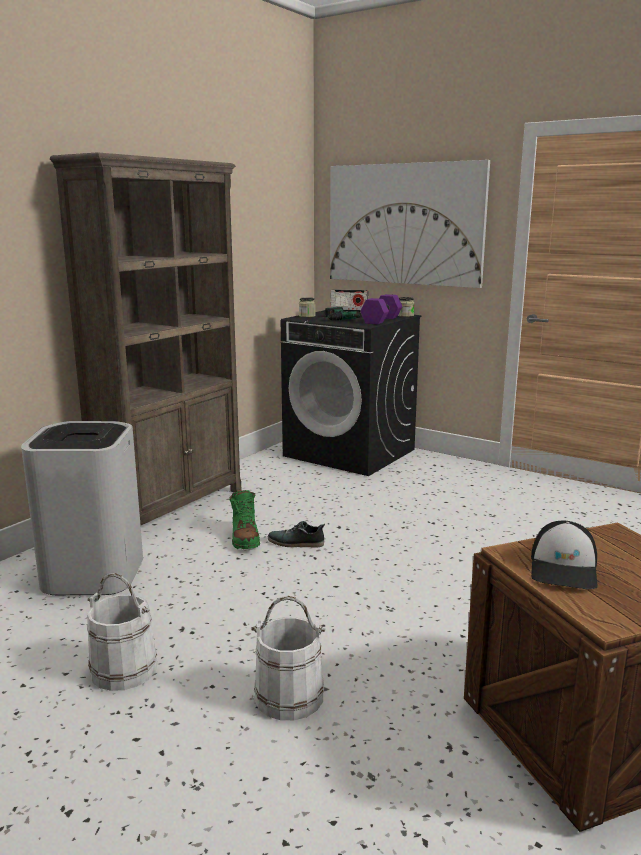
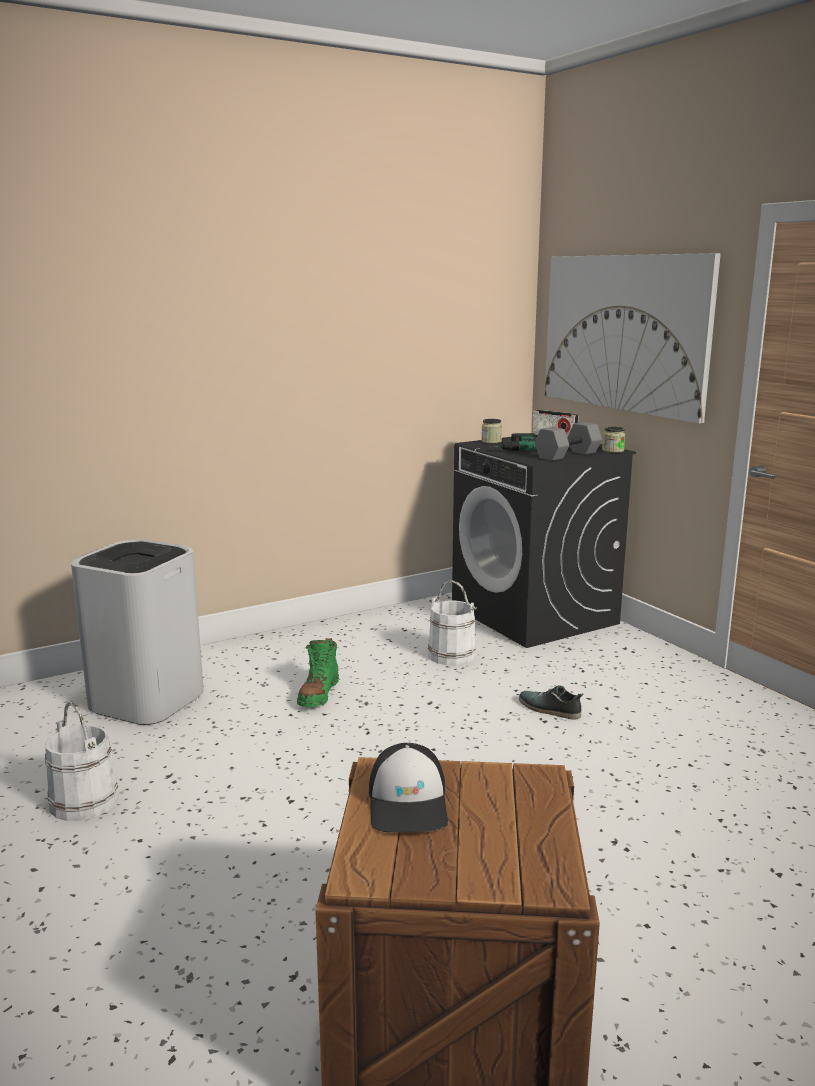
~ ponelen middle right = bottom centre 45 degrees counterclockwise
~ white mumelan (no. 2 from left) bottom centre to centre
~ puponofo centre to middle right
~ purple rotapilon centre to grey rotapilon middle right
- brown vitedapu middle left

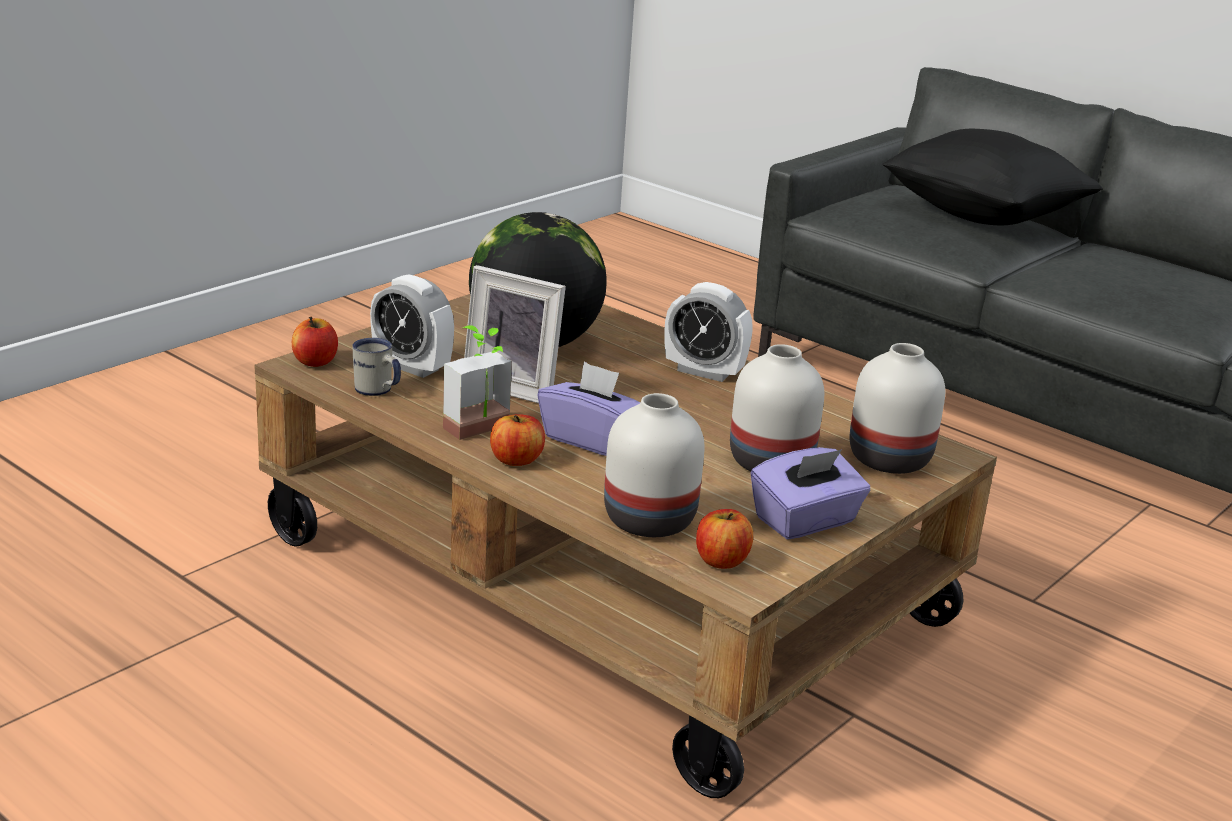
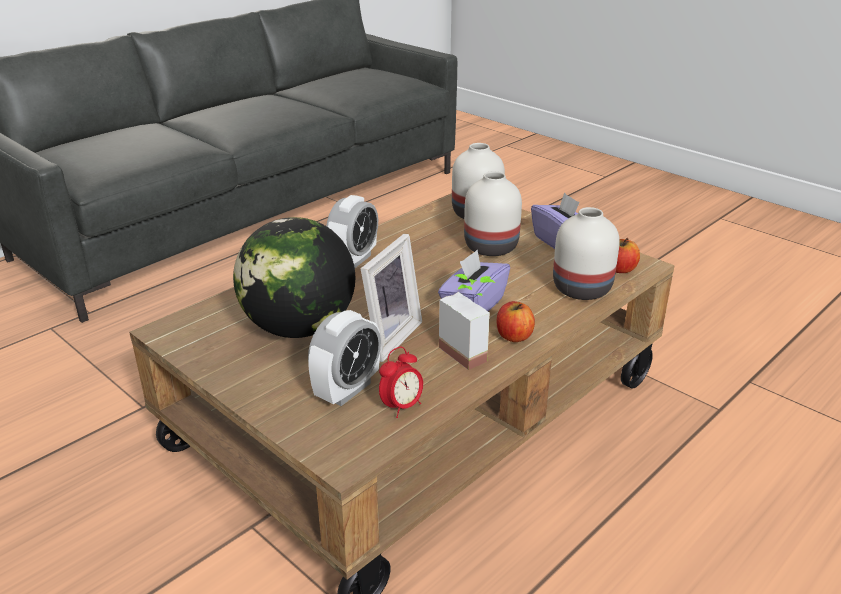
~ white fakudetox middle left to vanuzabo (no. 3 from left) centre
- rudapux (no. 1 from left) middle left
- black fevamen top right

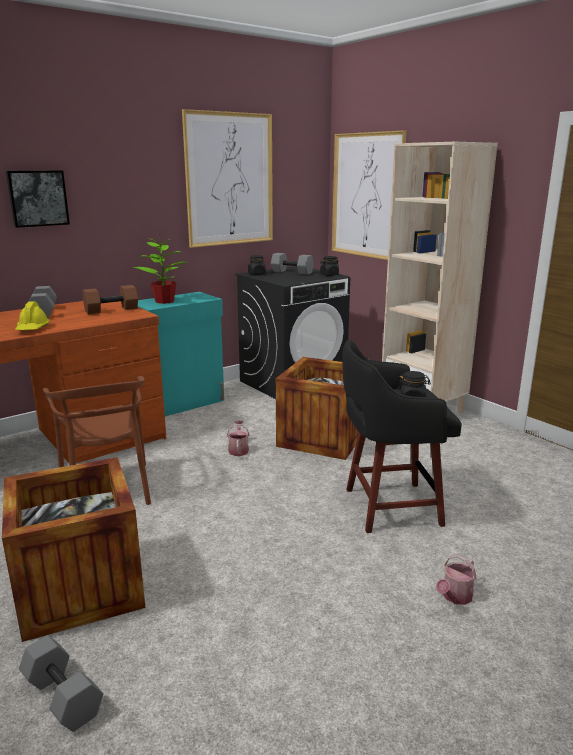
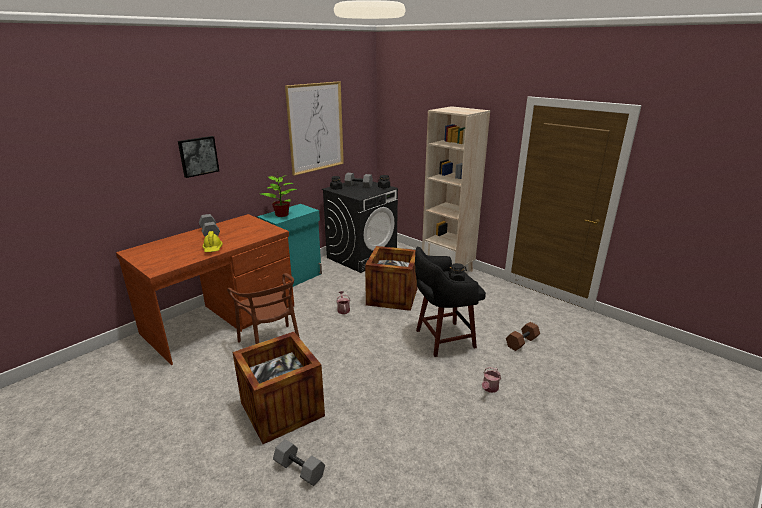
~ brown rotapilon middle left to middle right
- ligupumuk (no. 3 from left) top centre

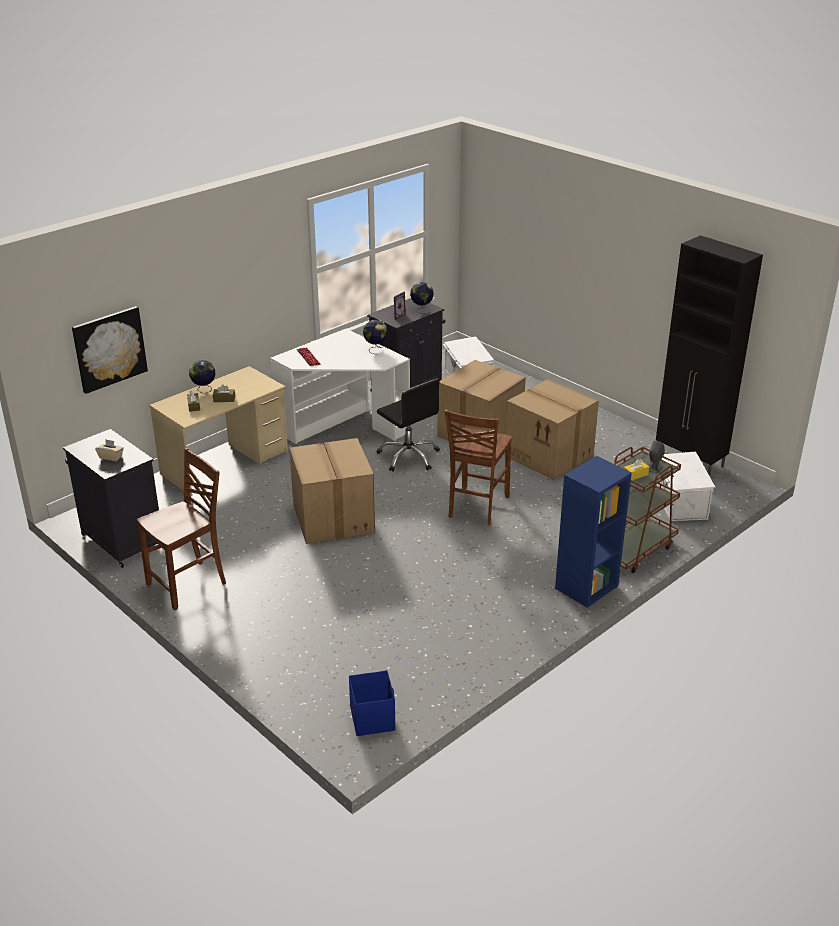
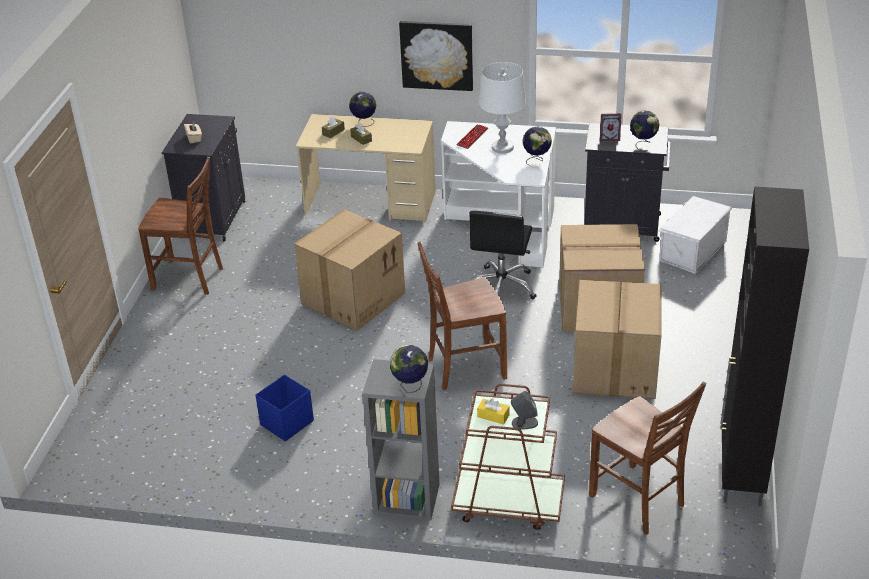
~ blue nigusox bottom centre to bottom left
~ blue vitedapu middle right to grey vitedapu bottom centre
+ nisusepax (no. 2 from left) centre
~ ligupumuk middle left to top centre
+ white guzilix top centre
~ white nigusox (no. 2 from left) middle right to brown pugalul (no. 3 from left) bottom right

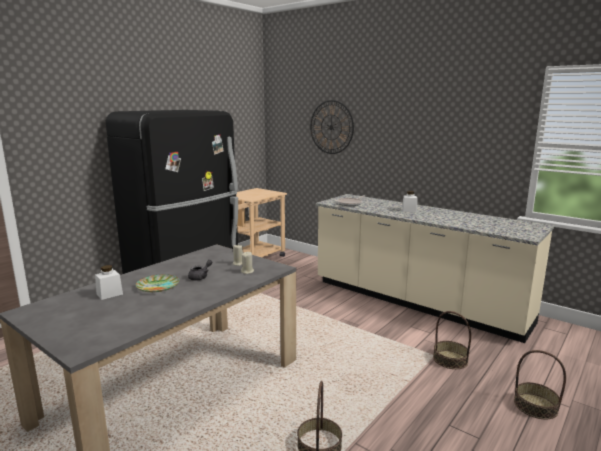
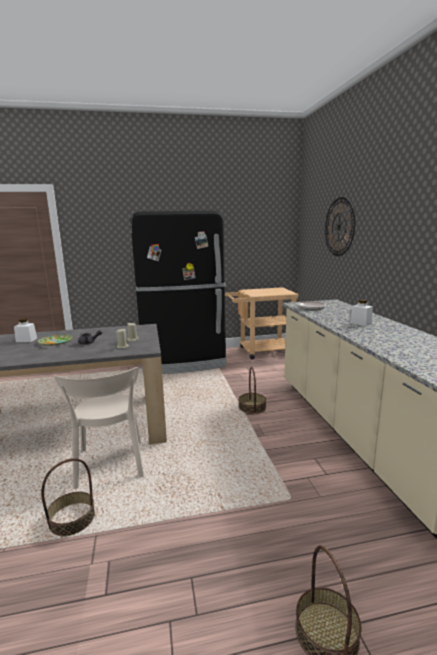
+ beige pugalul middle left
~ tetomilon (no. 2 from left) bottom right to centre

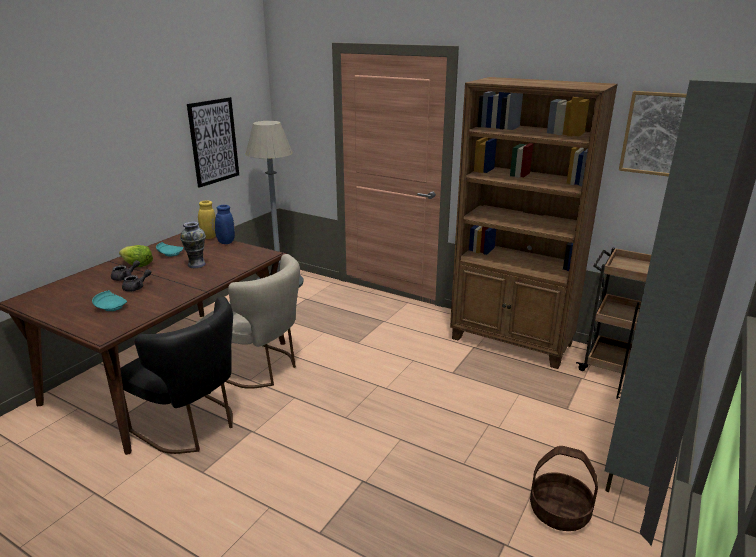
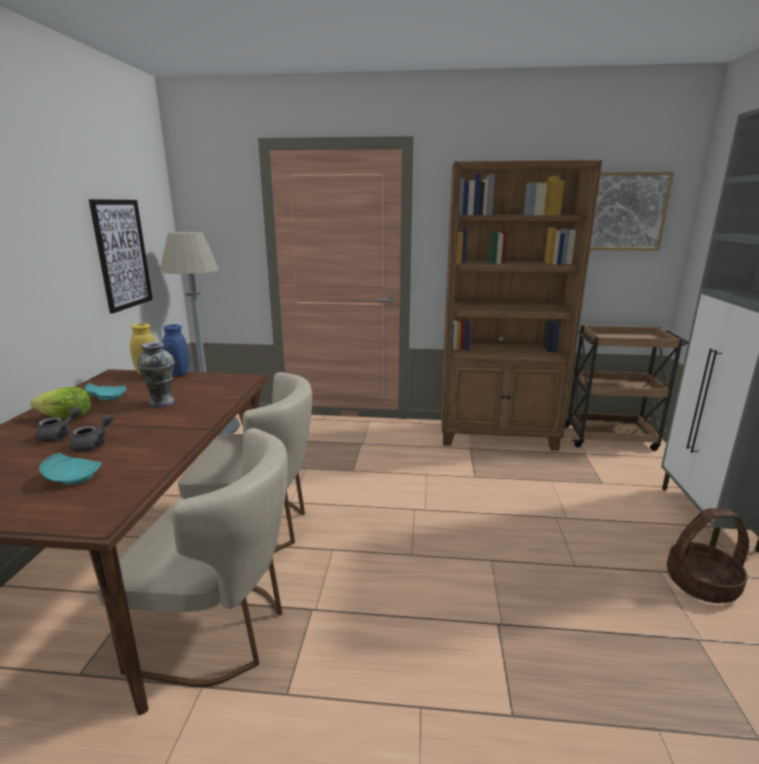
~ black pugalul bottom left to beige pugalul (no. 1 from left) bottom left

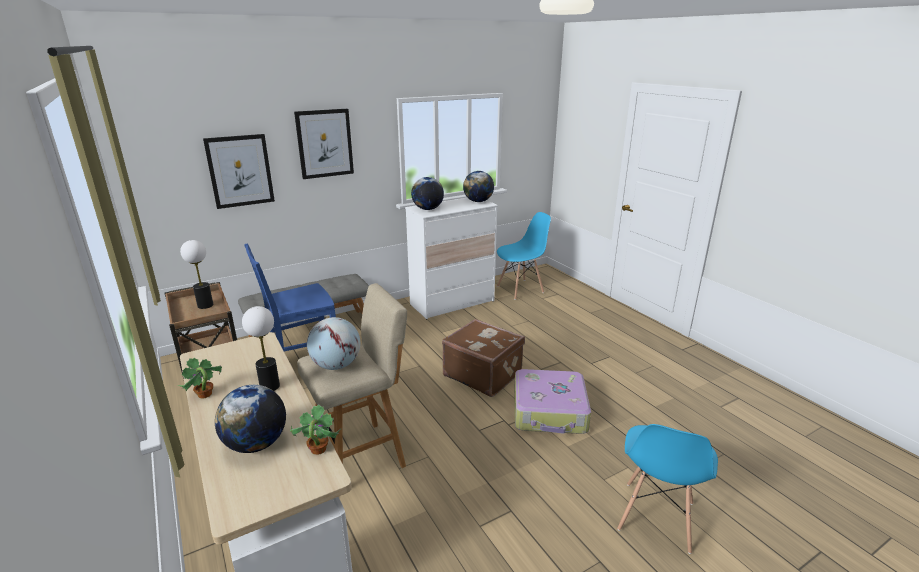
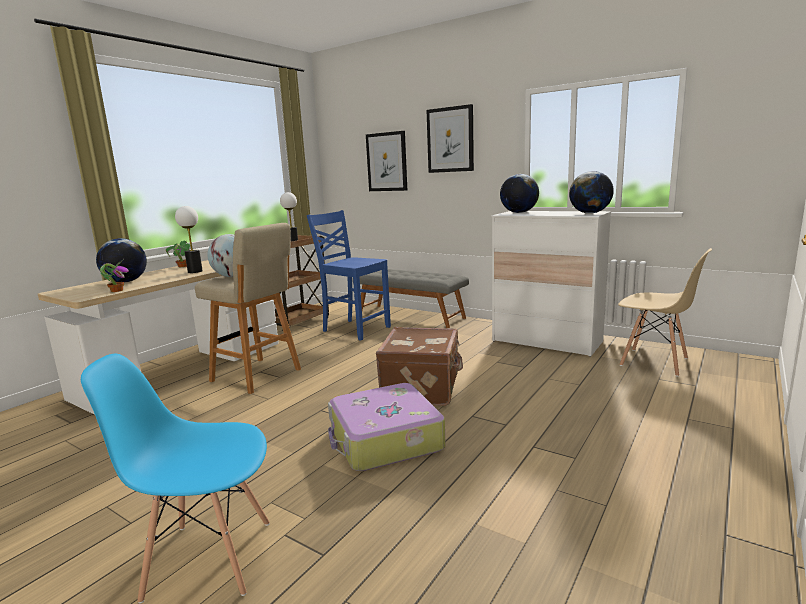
~ blue pugalul (no. 2 from left) centre to beige pugalul middle right

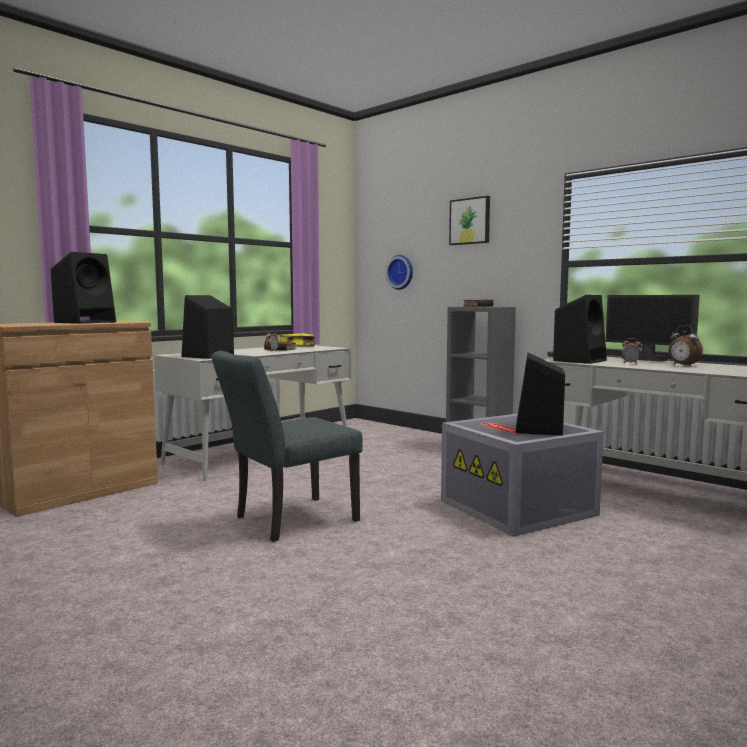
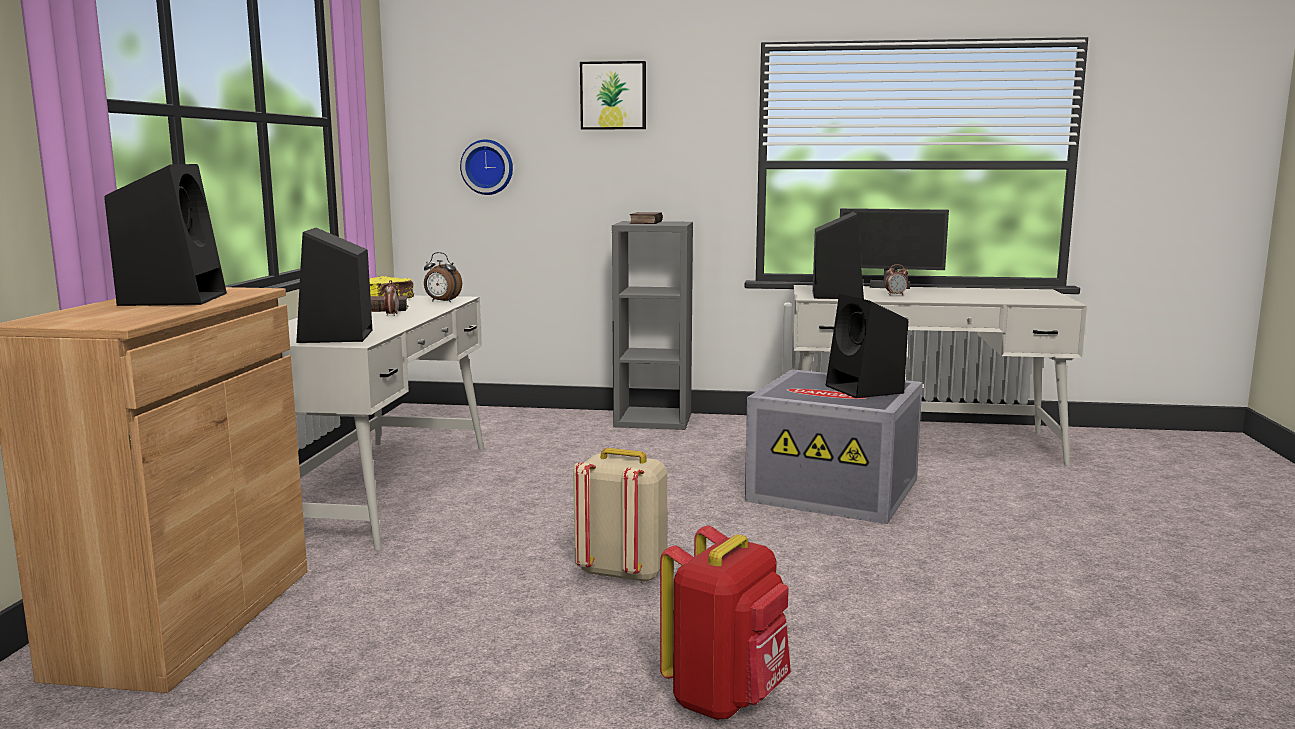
~ vanuzabo (no. 3 from left in the first image) middle right to vanuzabo (no. 2 from left) centre
~ grey pugalul centre to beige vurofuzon bottom centre
+ red vurofuzon bottom centre

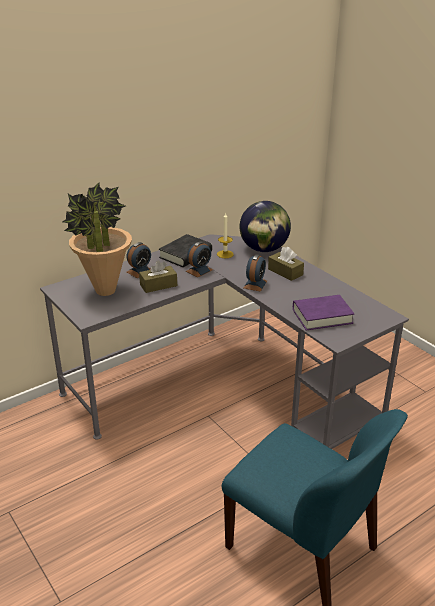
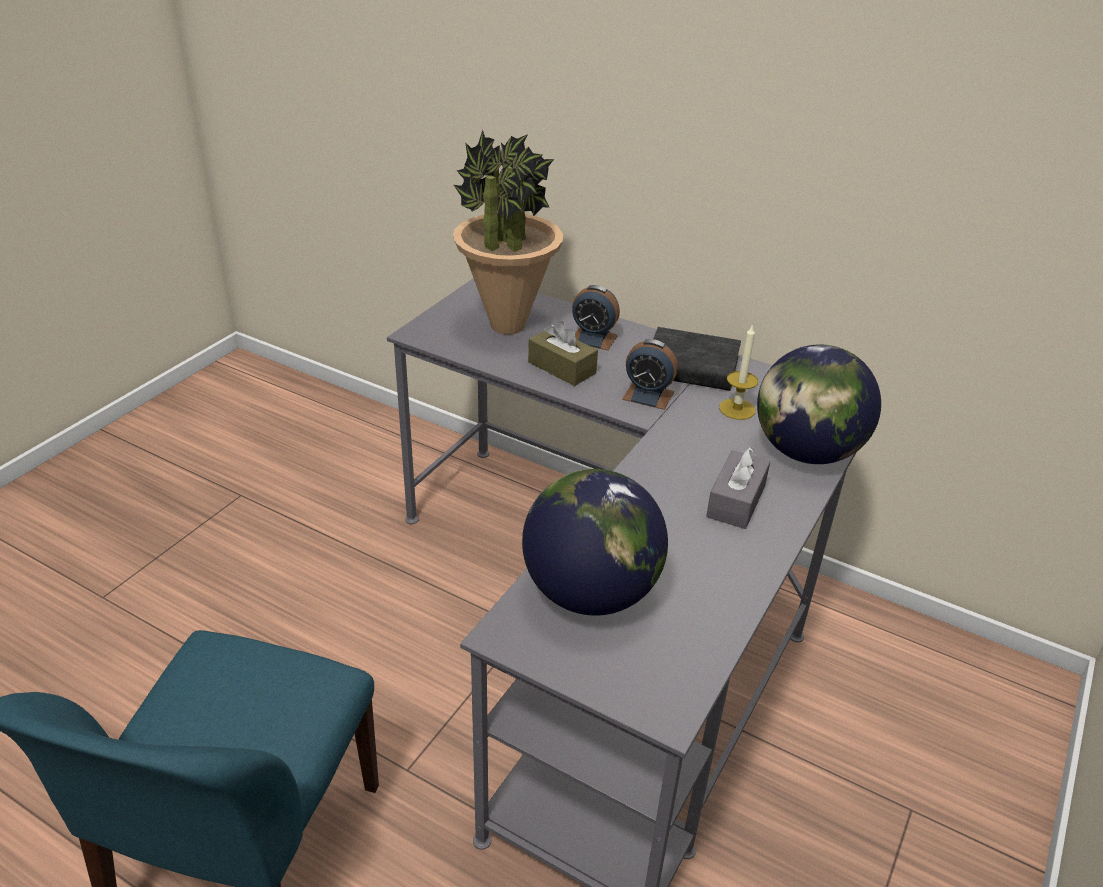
~ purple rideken middle right to nisusepax (no. 1 from left) centre
~ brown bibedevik (no. 2 from left) centre to grey bibedevik middle right
- vanuzabo (no. 3 from left) centre

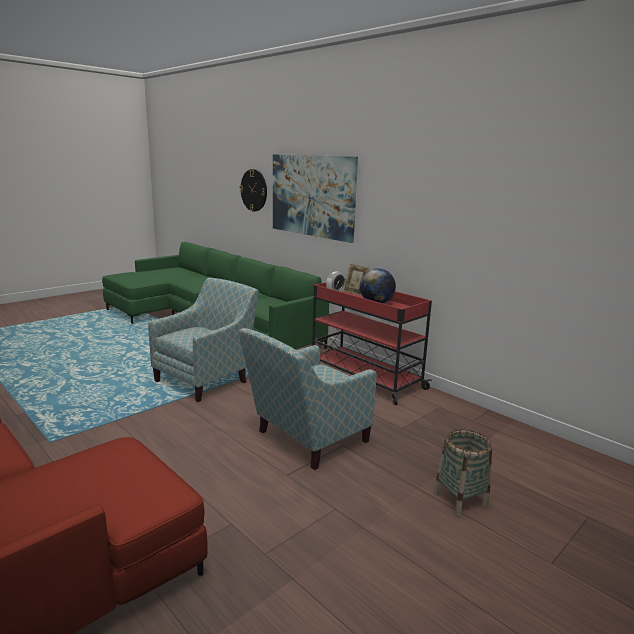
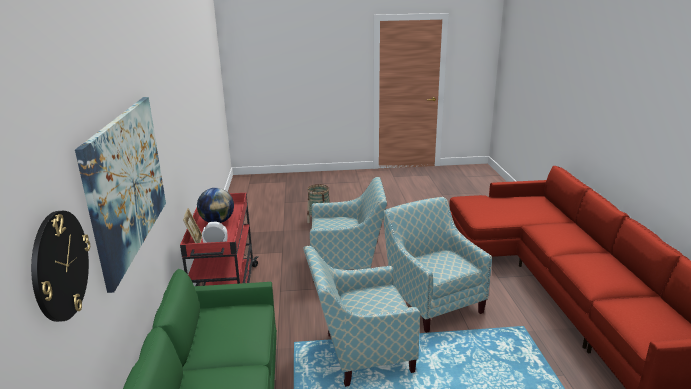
+ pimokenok (no. 3 from left) bottom centre

